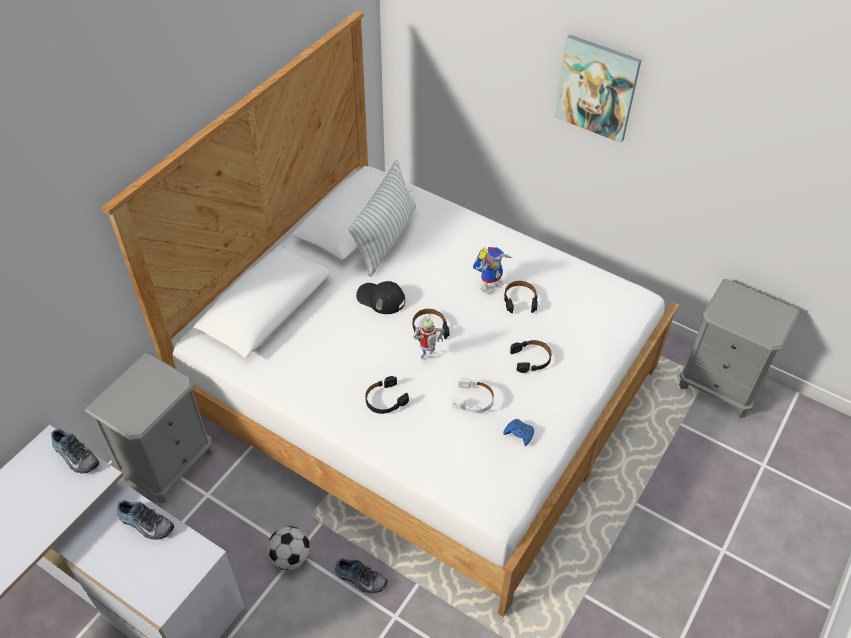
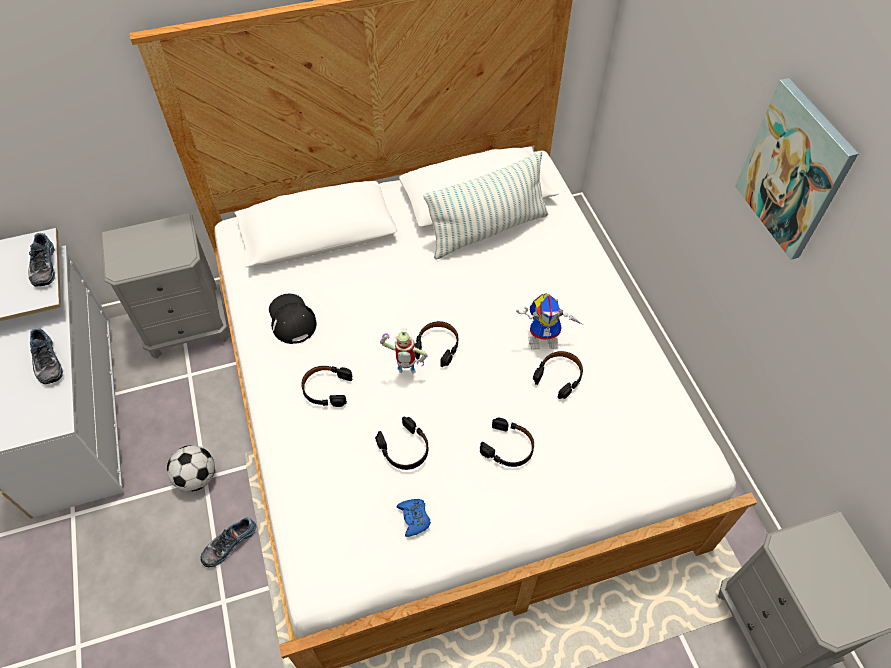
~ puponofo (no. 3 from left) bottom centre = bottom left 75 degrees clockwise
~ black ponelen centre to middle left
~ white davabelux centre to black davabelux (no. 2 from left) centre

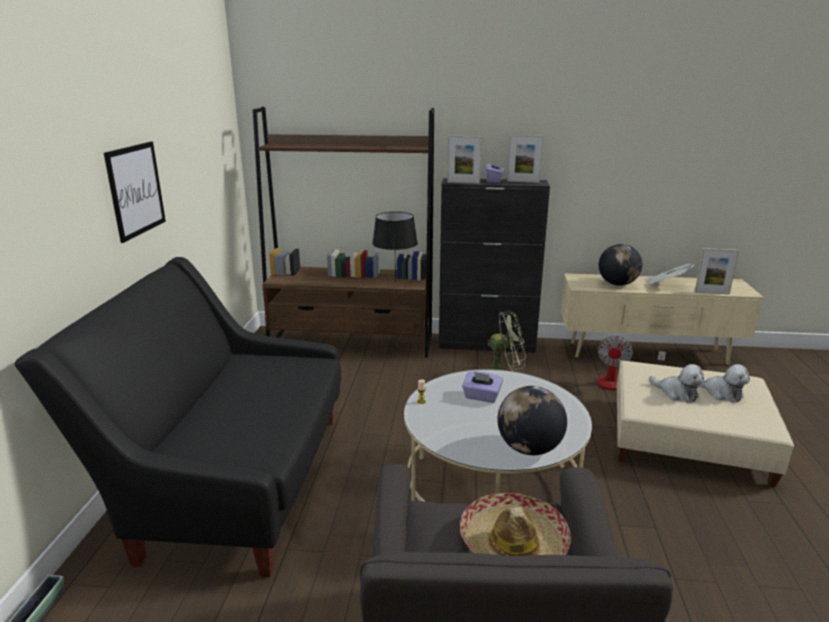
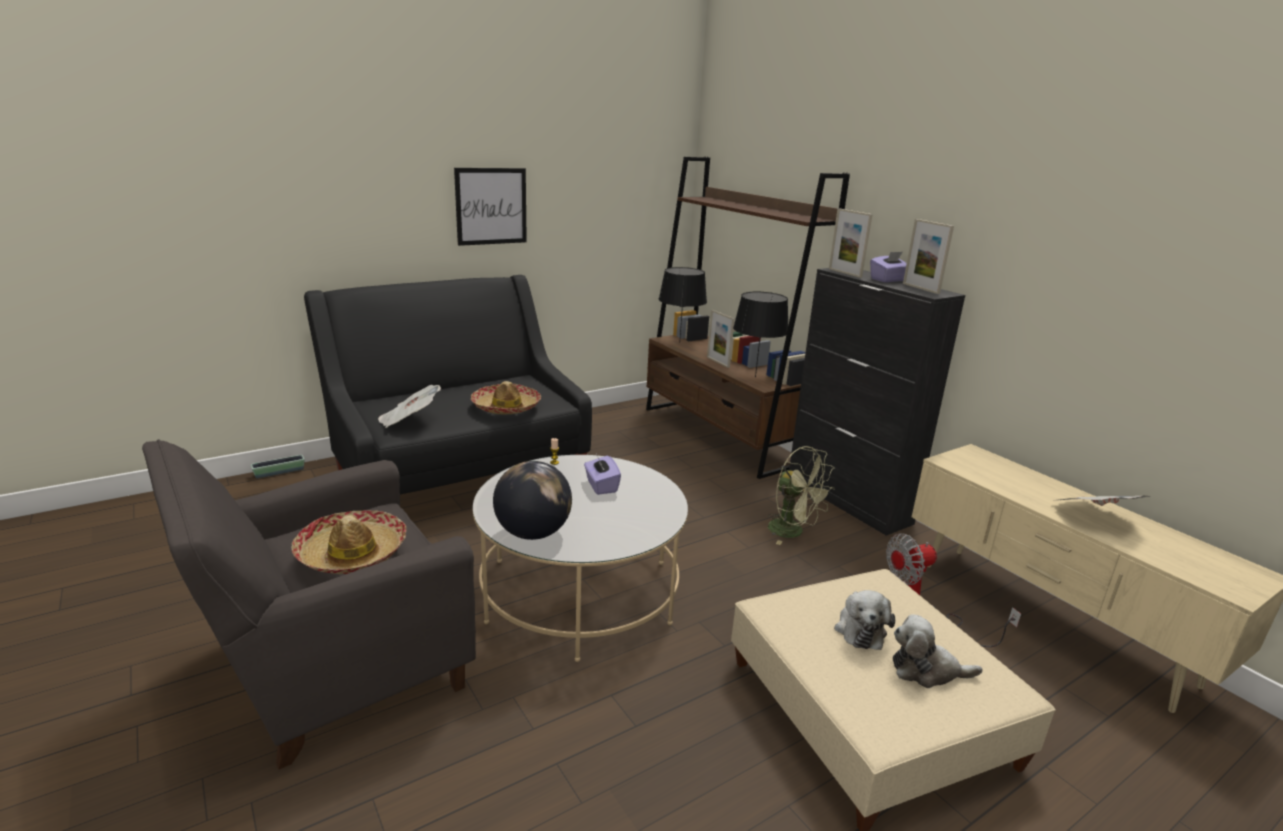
+ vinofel (no. 1 from left) middle left
+ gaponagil (no. 2 from left) centre
+ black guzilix (no. 1 from left) centre
~ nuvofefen (no. 3 from left in the first image) middle right to nuvofefen (no. 1 from left) centre
~ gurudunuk (no. 2 from left) middle right = bottom right 90 degrees clockwise
- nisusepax (no. 2 from left) middle right

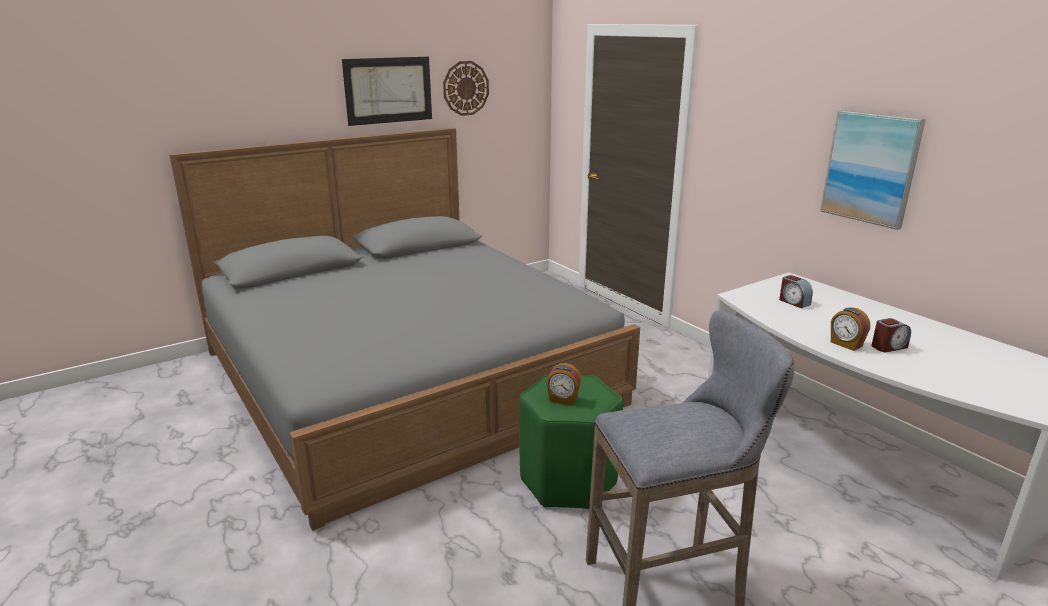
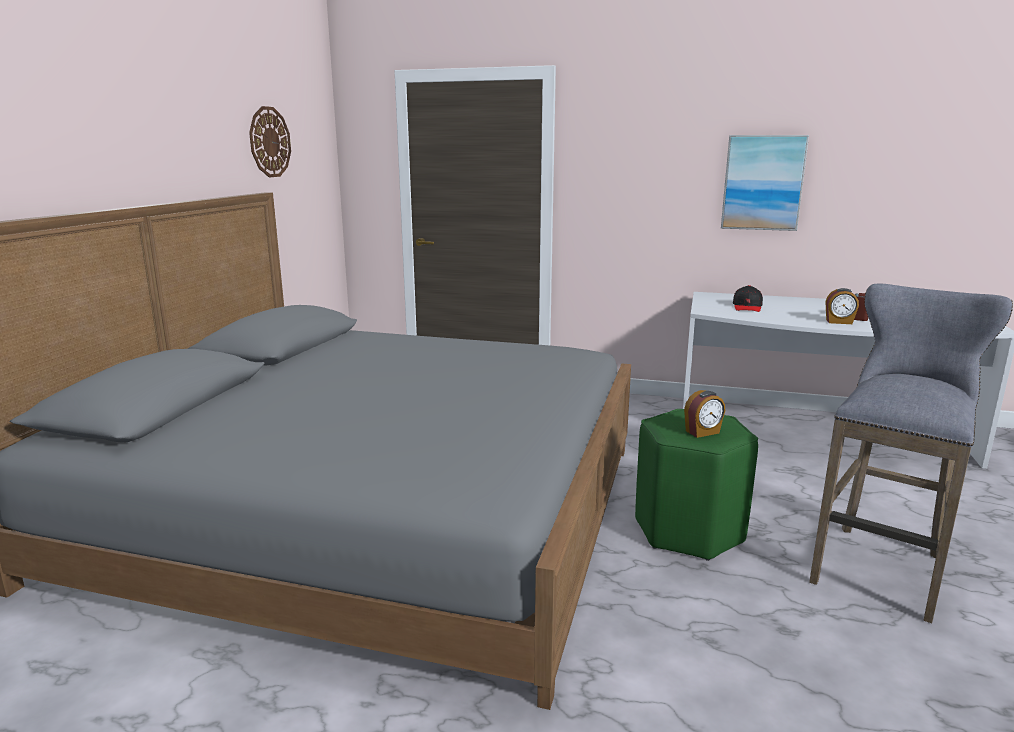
~ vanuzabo (no. 2 from left) middle right to black ponelen middle right
- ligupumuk (no. 1 from left) top centre

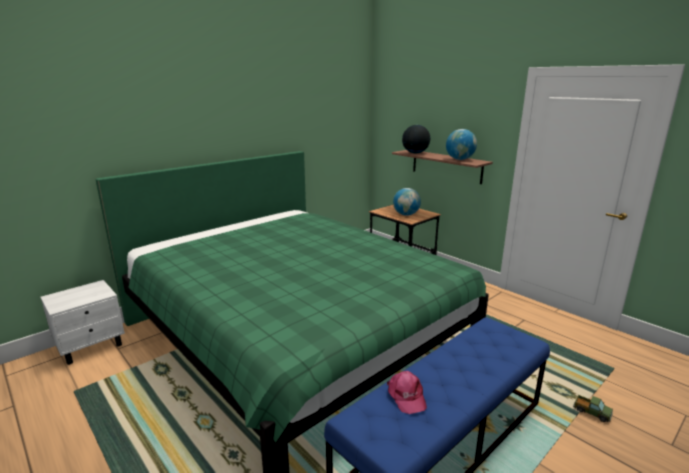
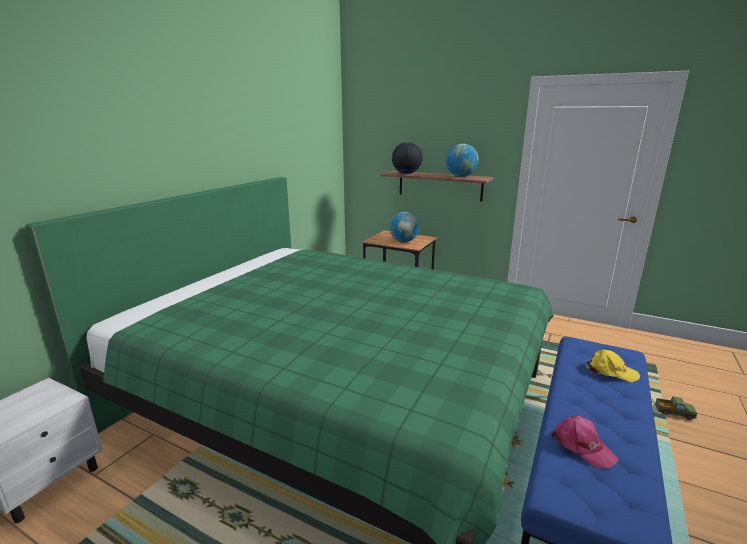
+ yellow ponelen bottom right

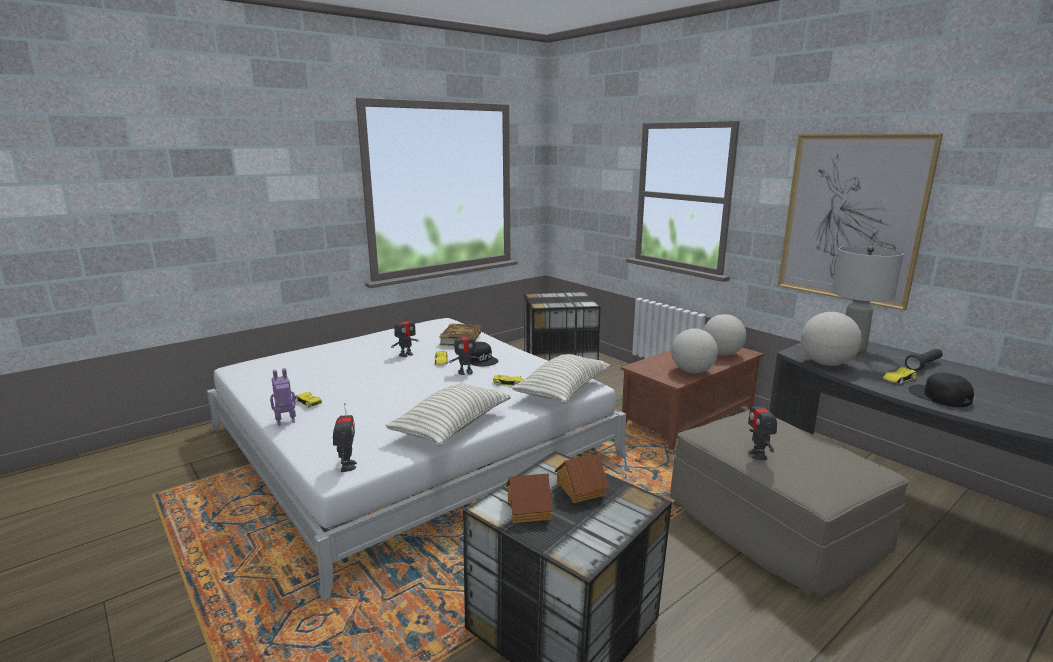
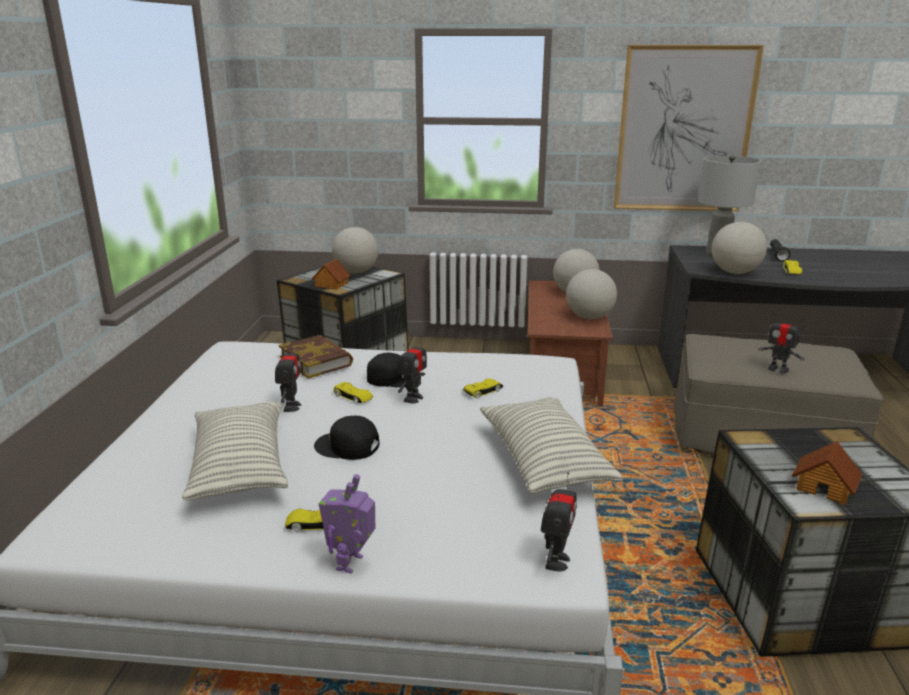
~ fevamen (no. 2 from left in the first image) centre to fevamen (no. 1 from left) middle left
~ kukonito (no. 2 from left in the first image) bottom centre to kukonito (no. 1 from left) centre
~ black ponelen (no. 2 from left in the first image) middle right to black ponelen (no. 1 from left) centre
+ nisusepax (no. 1 from left) centre
~ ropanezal (no. 2 from left in the first image) middle left = bottom centre 75 degrees clockwise

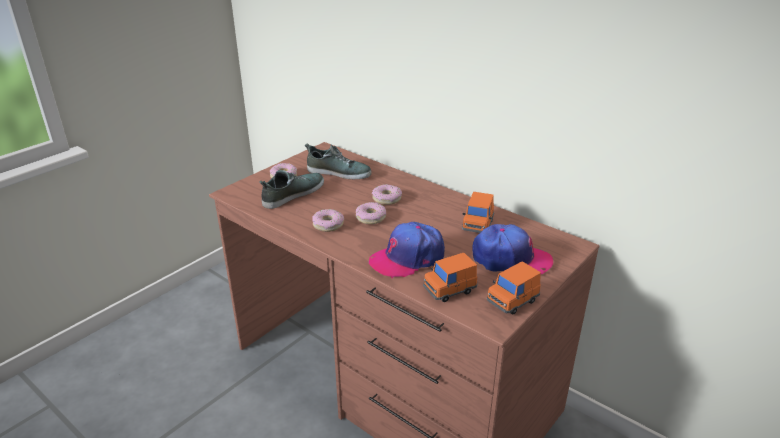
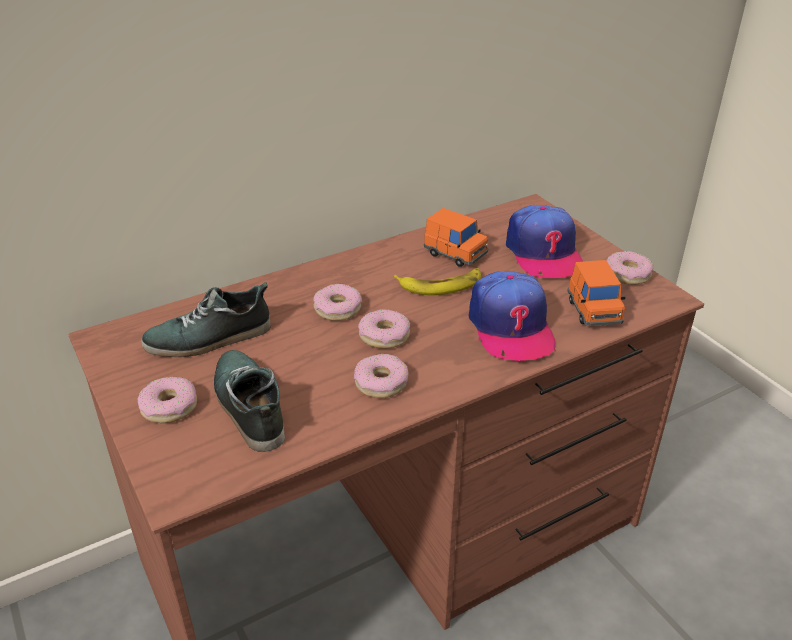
~ puponofo (no. 2 from left in the first image) centre = middle left 150 degrees counterclockwise
+ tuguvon centre
~ ponelen (no. 2 from left) centre = middle right 135 degrees clockwise
~ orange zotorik (no. 3 from left) centre to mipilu (no. 5 from left) middle right

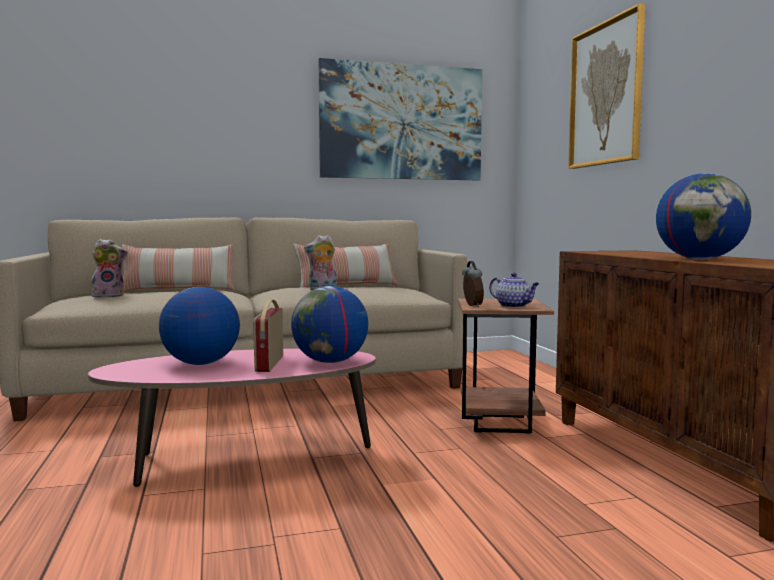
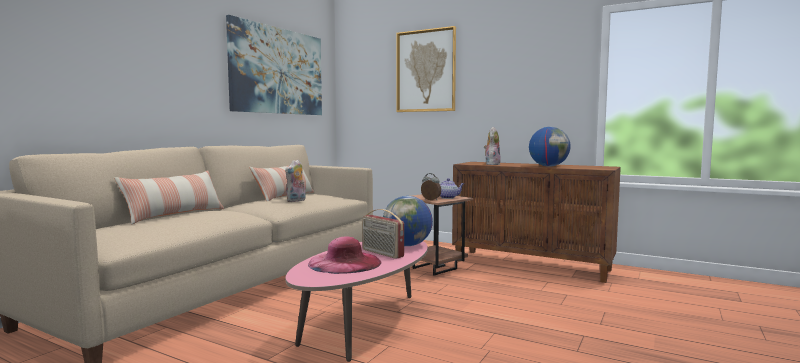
~ nisusepax (no. 1 from left) middle left to pink gaponagil bottom centre
~ gurudunuk (no. 1 from left in the first image) middle left to gurudunuk (no. 2 from left) centre

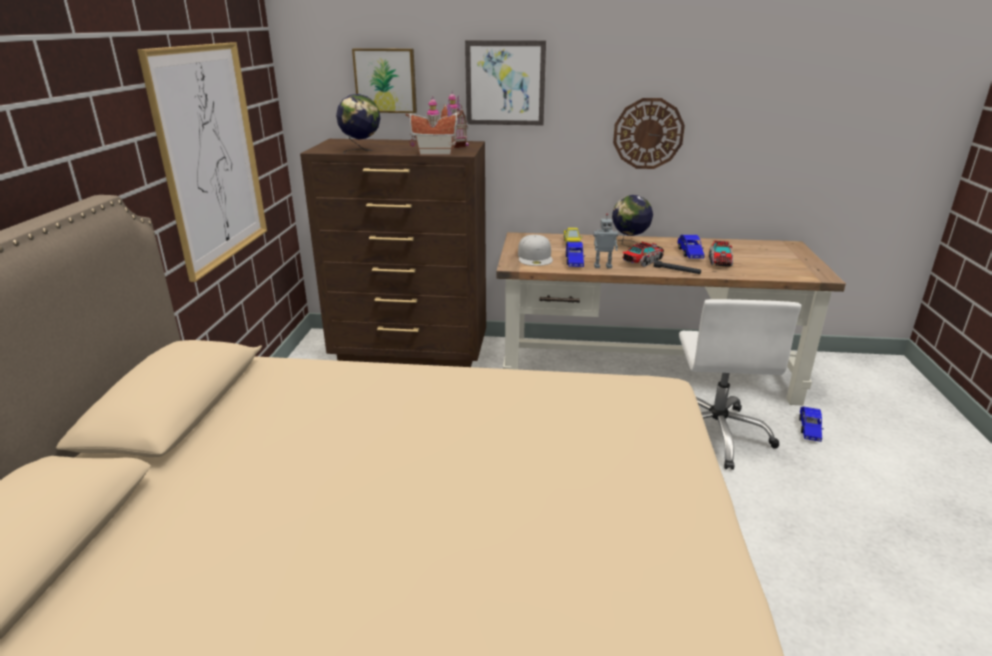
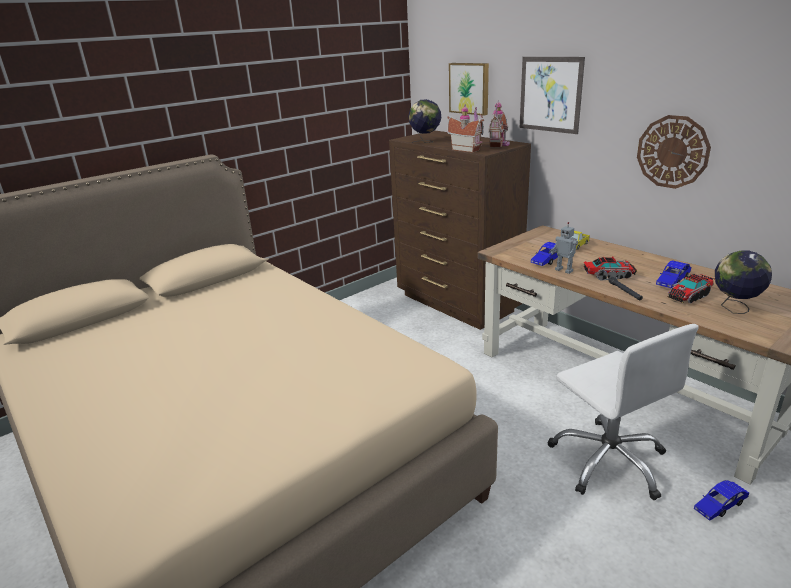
~ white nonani middle right = bottom right 75 degrees counterclockwise
~ nisusepax (no. 2 from left) centre to middle right
- ligupumuk (no. 1 from left) top left
- white ponelen centre

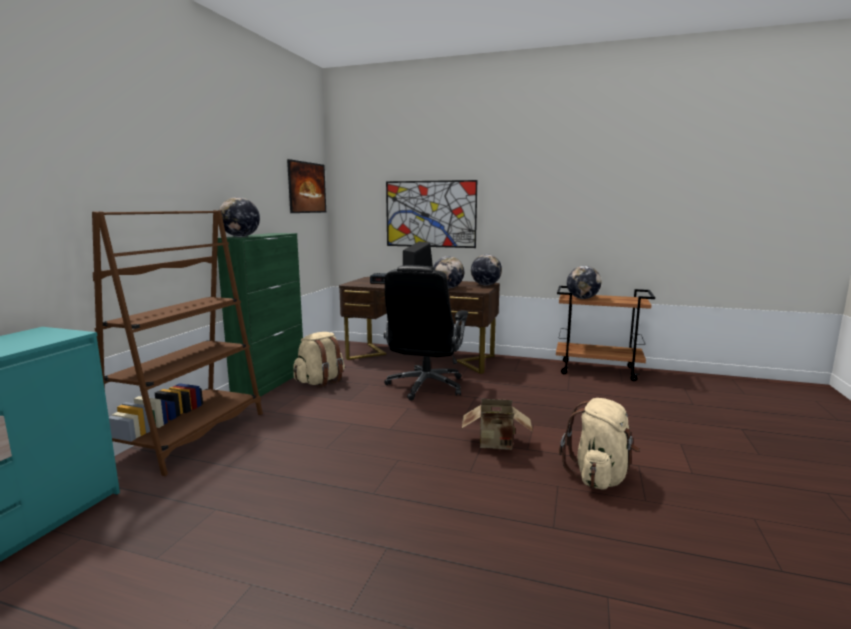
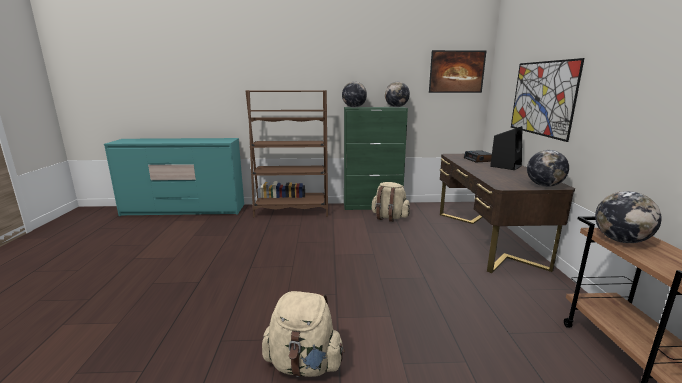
~ nisusepax (no. 2 from left) centre to top centre
- black nonani centre
- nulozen bottom centre

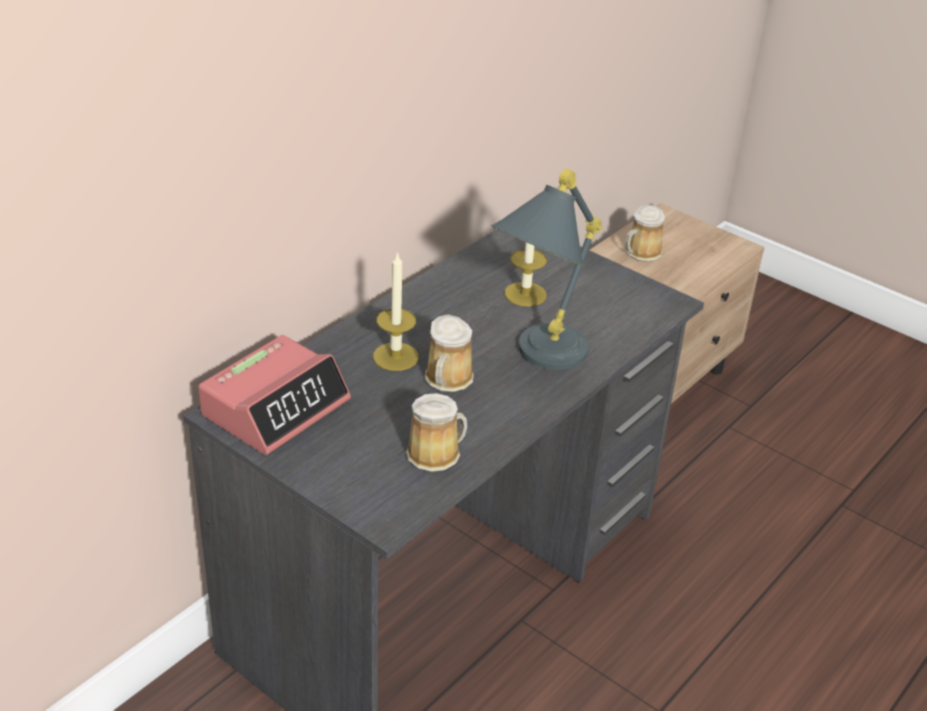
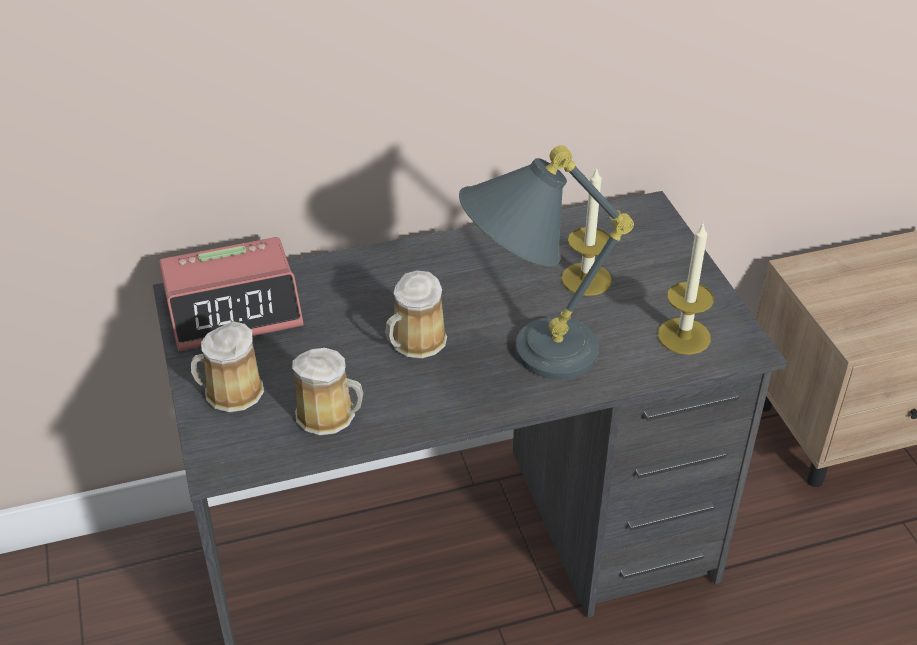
~ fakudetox (no. 3 from left in the first image) top right to fakudetox (no. 1 from left) middle left
~ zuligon (no. 1 from left in the first image) centre to zuligon (no. 2 from left) middle right

